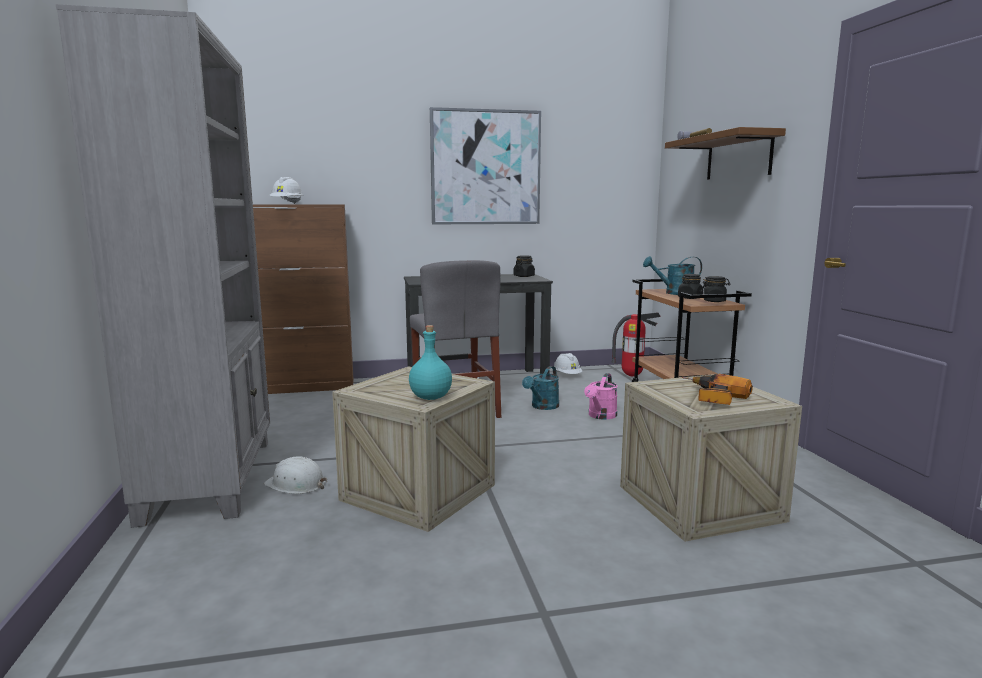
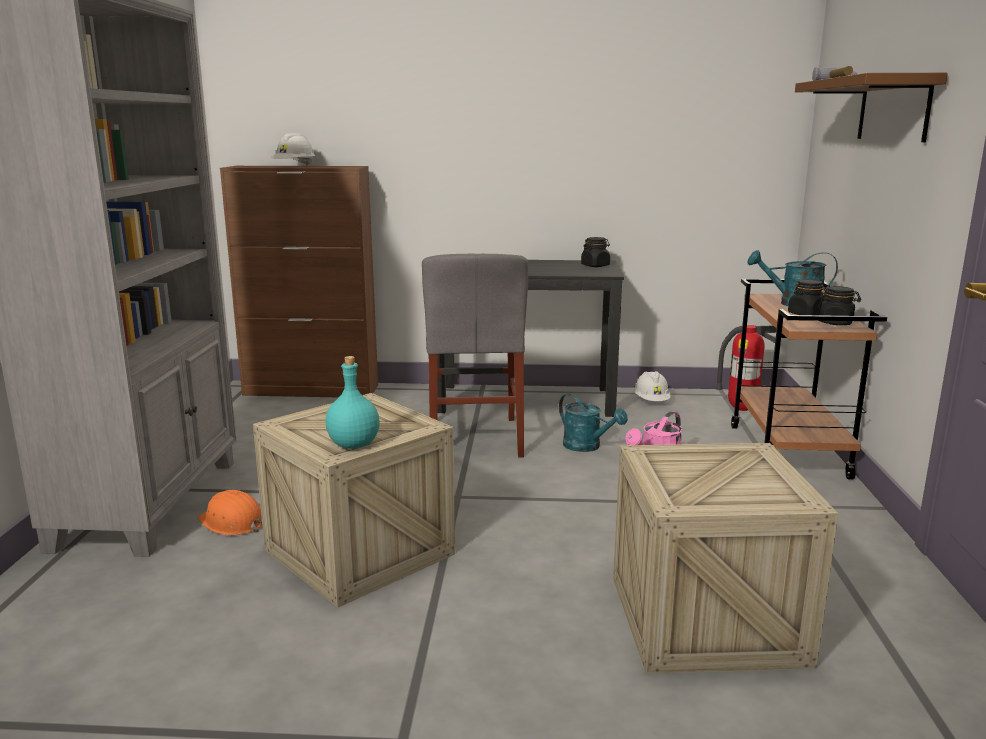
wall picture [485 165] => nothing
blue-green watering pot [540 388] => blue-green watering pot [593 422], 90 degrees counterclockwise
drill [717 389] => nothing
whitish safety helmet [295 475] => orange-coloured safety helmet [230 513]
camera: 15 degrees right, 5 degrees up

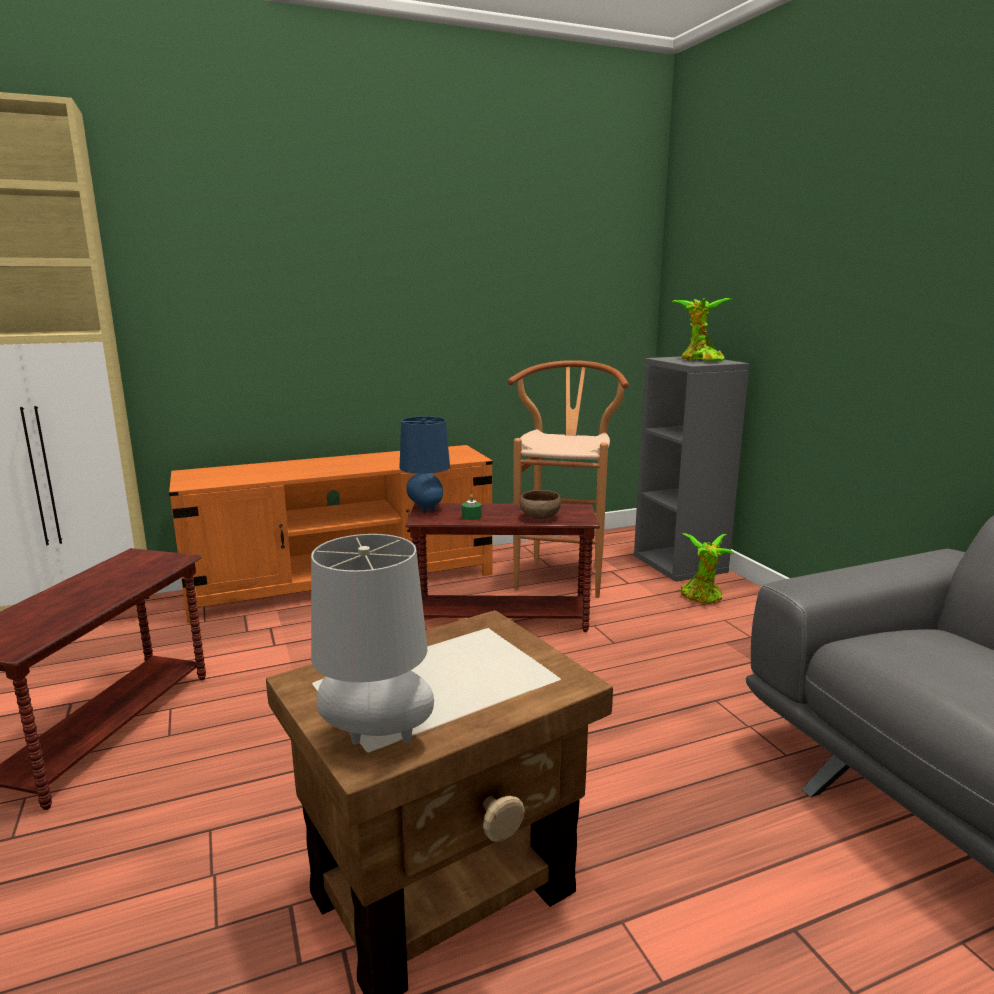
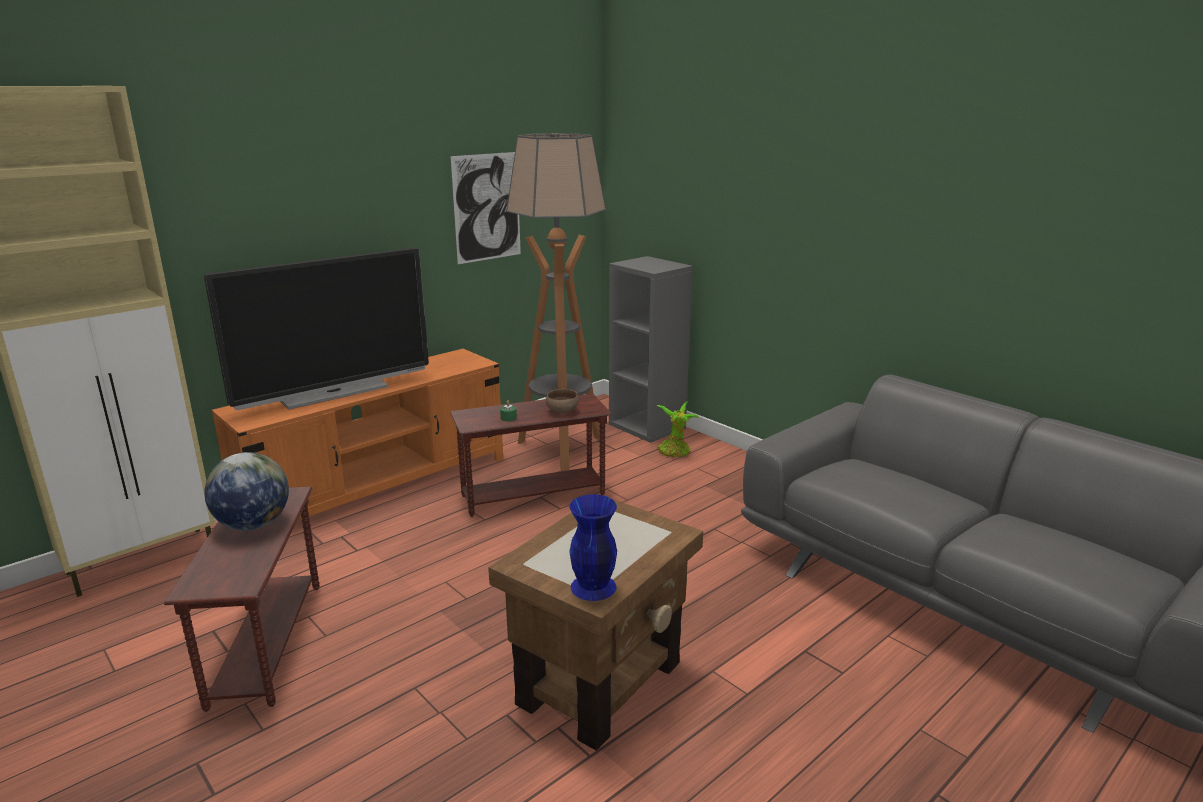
houseplant [702 329] => nothing
brownish sitting stool [568 479] => standing lamp [556 302]
bluish table lamp [424 464] => nothing
grey table lamp [372 639] => bluish decorative vase [593 547]
nothing => wall picture [485 208]
nothing => TV set [316 329]
nothing => globe [246 491]
camera: 20 degrees left, 5 degrees up

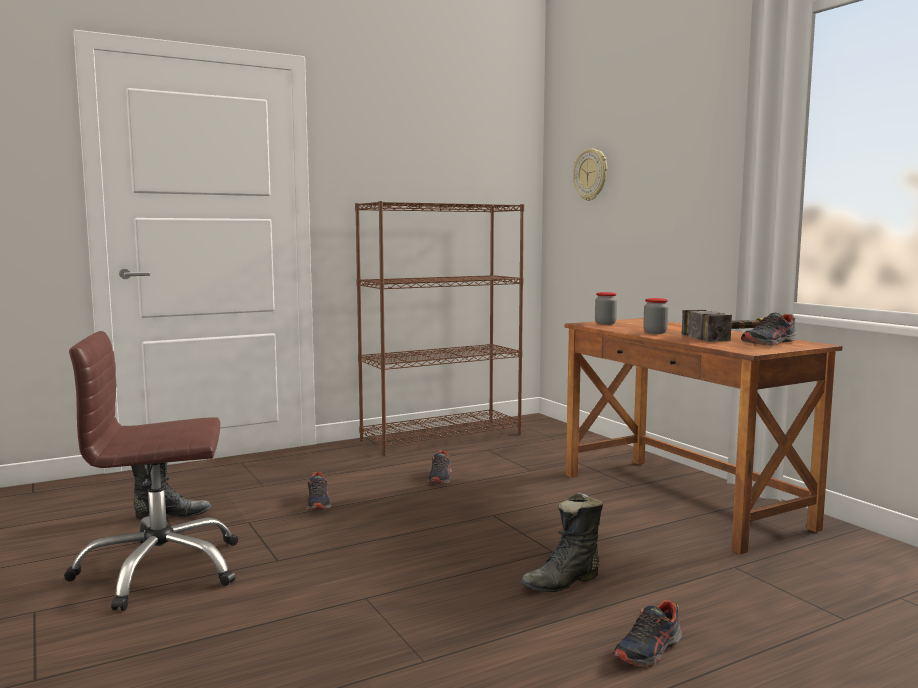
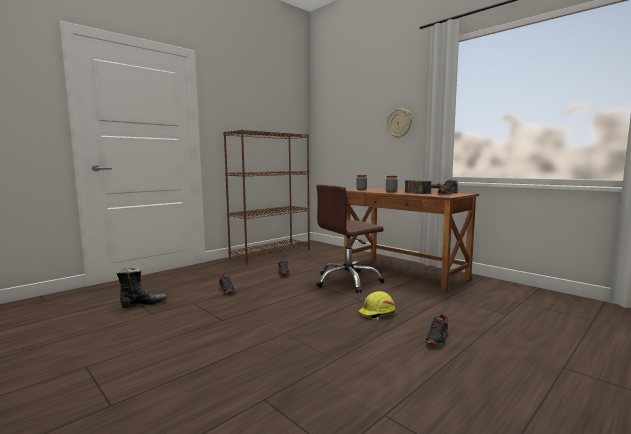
clock on the wall [590 174] => clock on the wall [399 123], relocated
brownish desk chair [151 471] => brownish desk chair [350 239], relocated
blackish boot [561 542] => yellow safety helmet [377 305]
camera: 15 degrees left, 0 degrees up

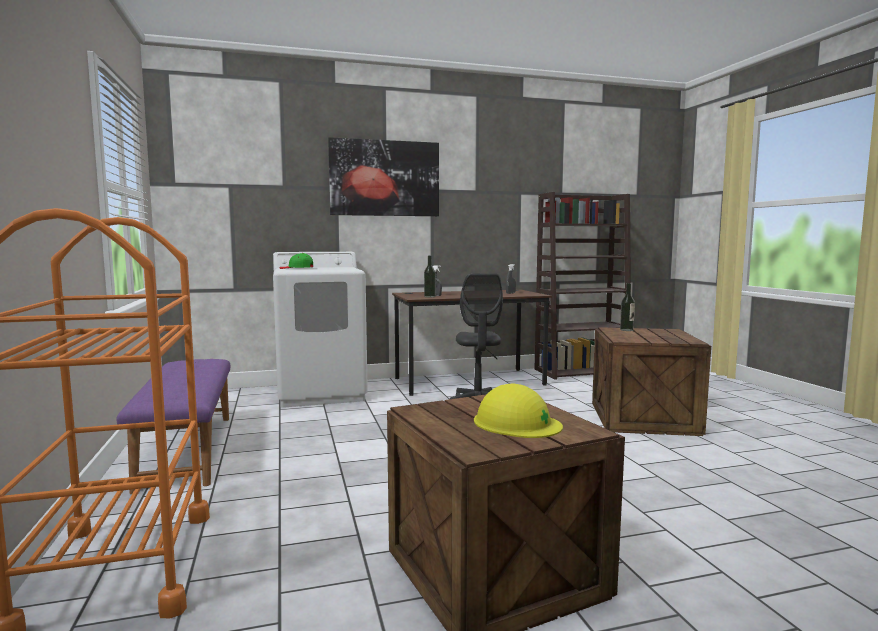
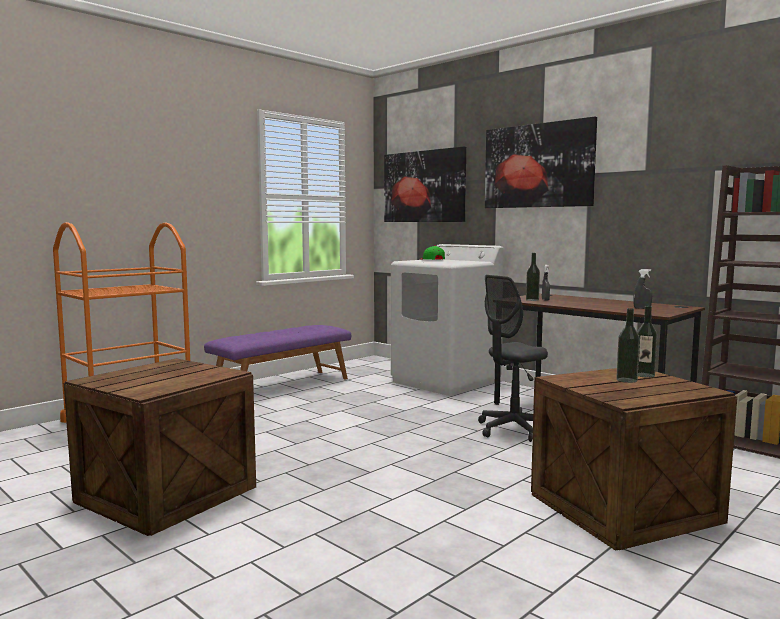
yellow safety helmet [518 411] => nothing
nothing => wall picture [425 184]
nothing => bottle [628 345]
camera: 60 degrees right, 0 degrees up

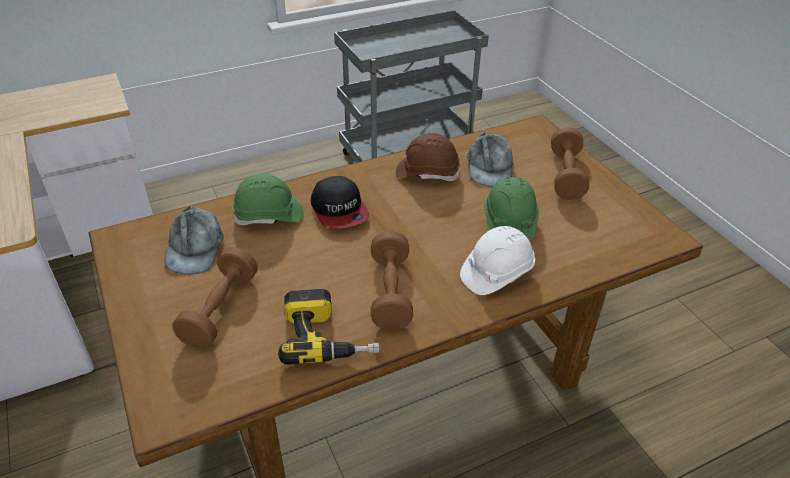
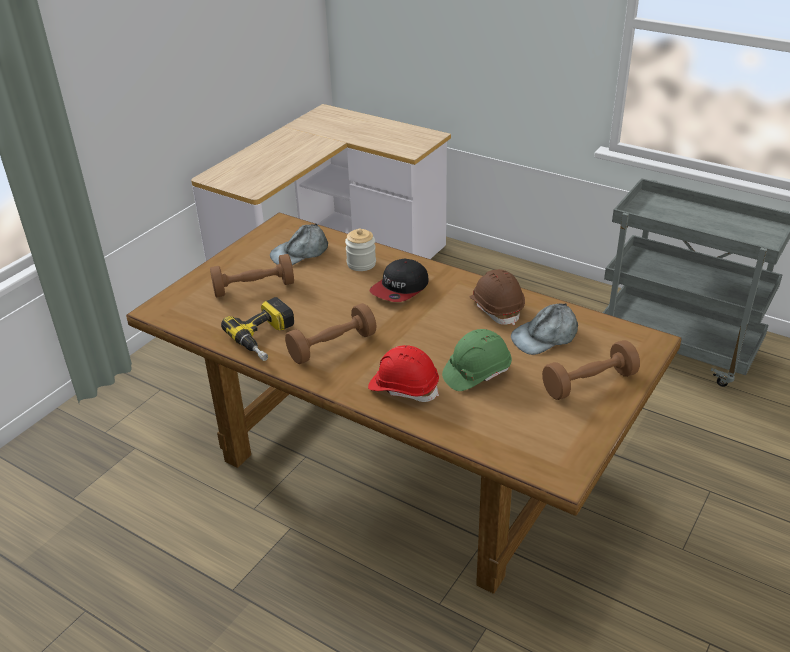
green-coloured safety helmet [268 199] => preserve jar [360 250]
whitish safety helmet [497 260] => reddish safety helmet [403 373]
camera: 60 degrees right, 5 degrees down

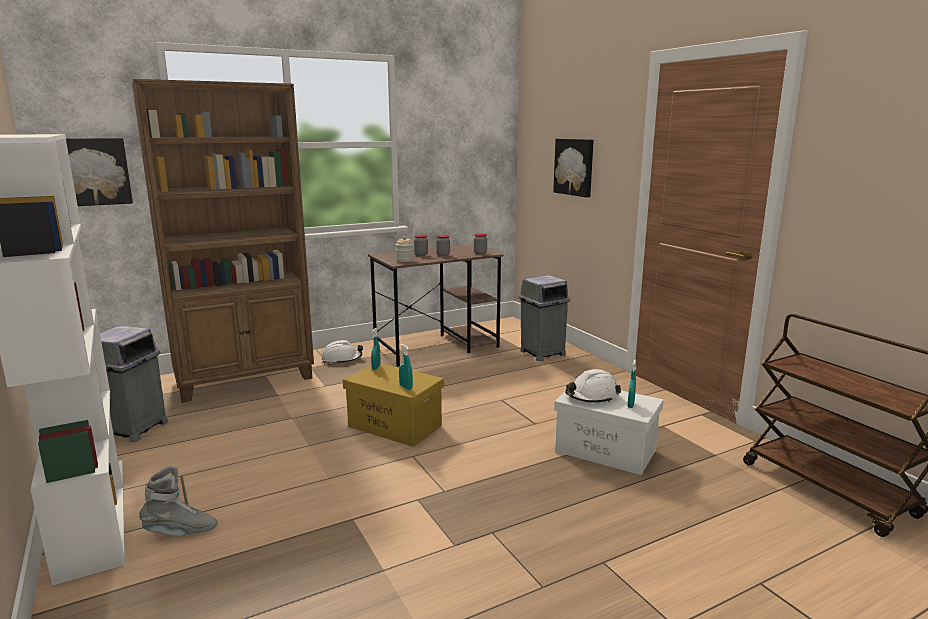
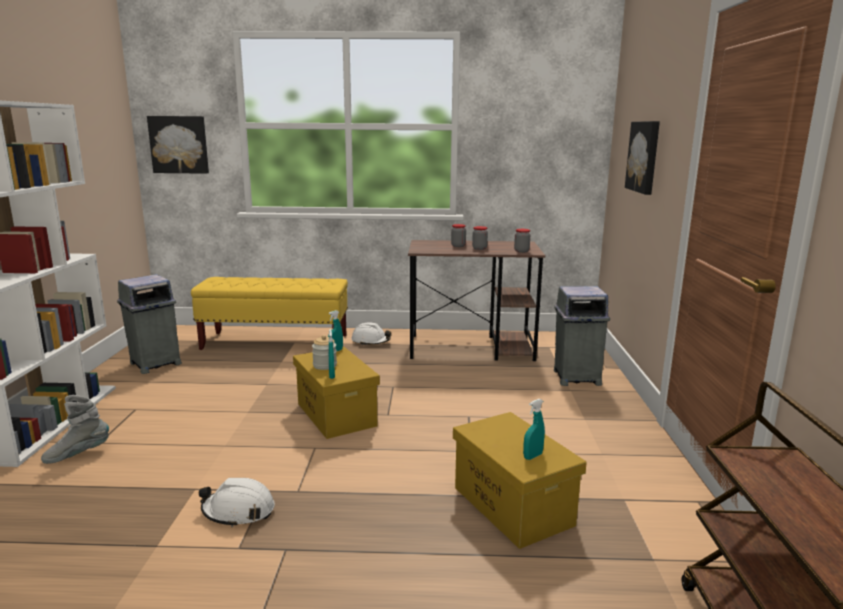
brownish bookshelf [223 241] => yellow indoor bench [269 313]
preserve jar [405 249] => preserve jar [324 352], relocated
whitish safety helmet [593 386] => whitish safety helmet [237 502], relocated
whitish storage box [609 432] => yellow storage box [520 480]
grey boot [178 501] => grey boot [75 429], 135 degrees clockwise
camera: 30 degrees right, 0 degrees up

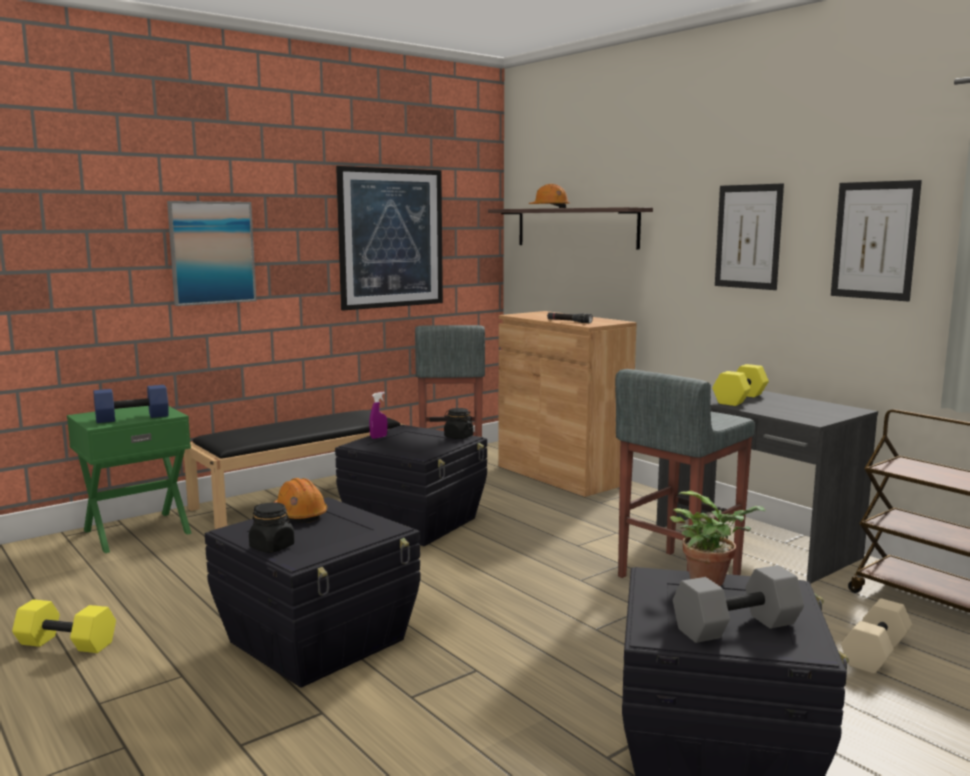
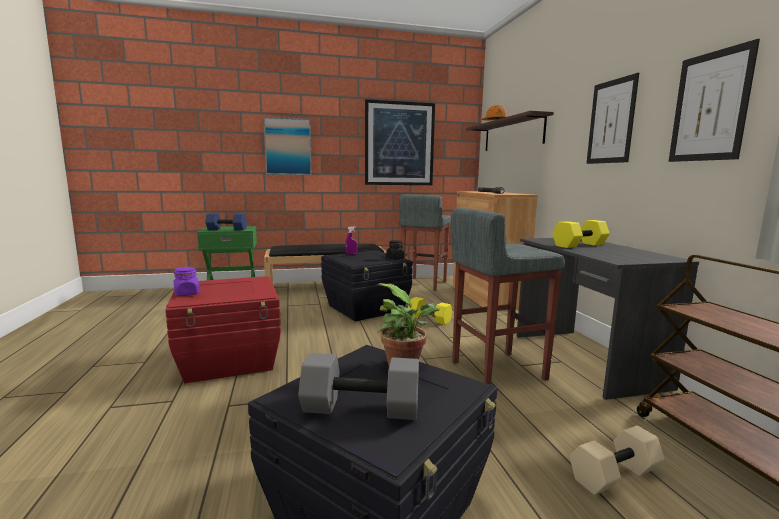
orange-coloured safety helmet [300 500] => nothing
blackish storage box [313 592] => reddish storage box [223 329]
blackish preserve jar [272 528] => purplish preserve jar [187 281]
yellow free weight [64 626] => yellow free weight [430 311], relocated
camera: 25 degrees right, 0 degrees up

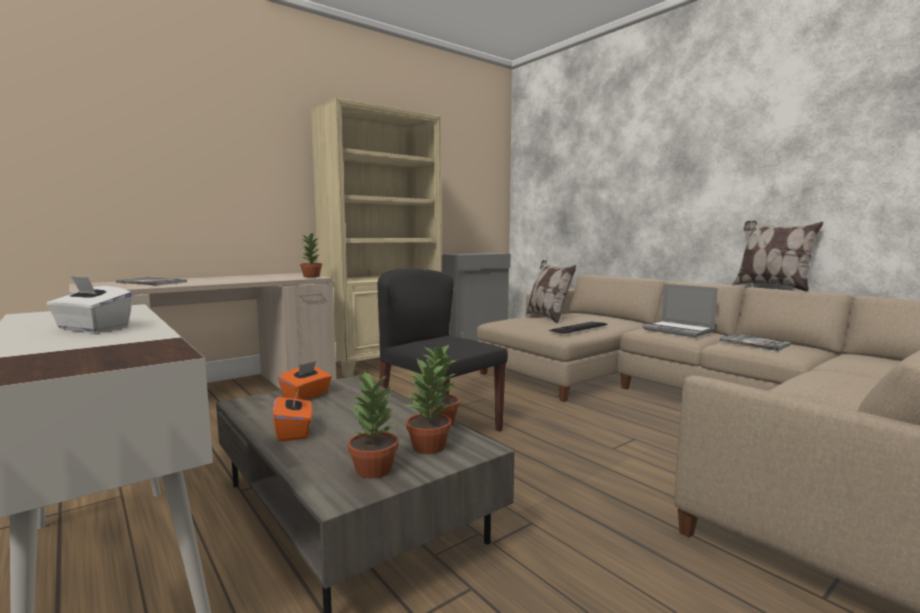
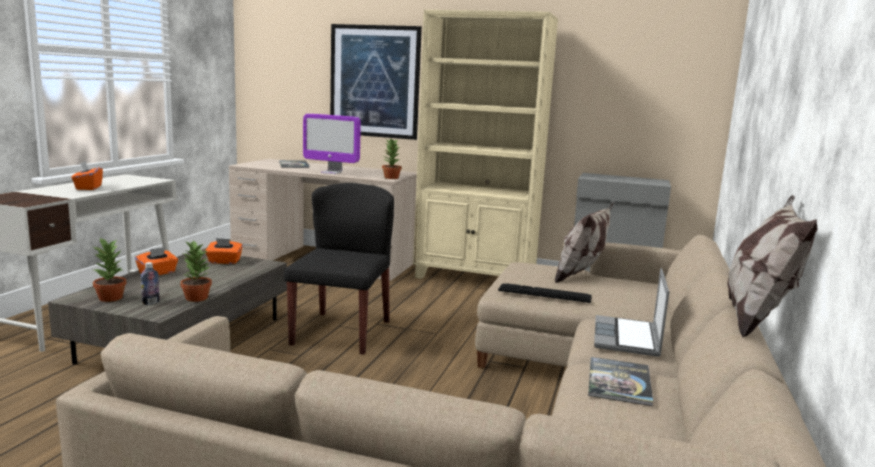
whitish box of tissues [89 304] => orange-coloured box of tissues [87 175]
houseplant [428 406] => bottle [150 283]
nothing => wall picture [376 82]
nothing => monitor [332 144]
camera: 55 degrees right, 5 degrees up

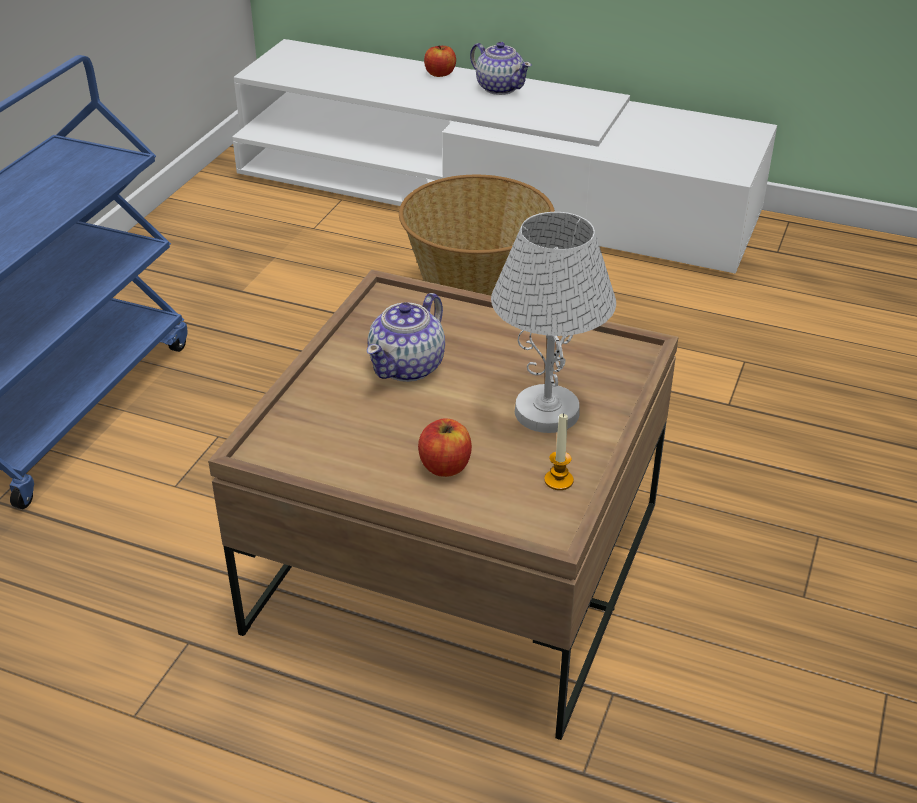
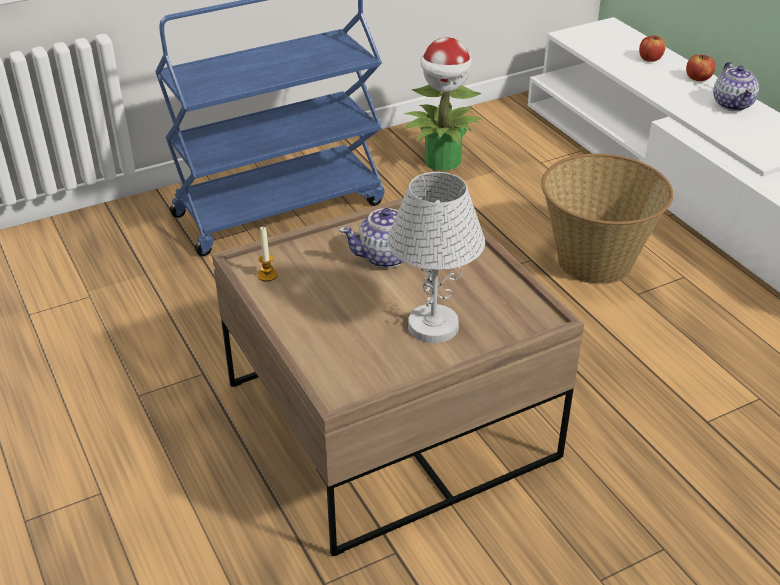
wax candle [559 451] => wax candle [267 254], relocated
whole apple [445 448] => whole apple [652 49], relocated
nothing => houseplant [443 104]
camera: 40 degrees right, 0 degrees up

